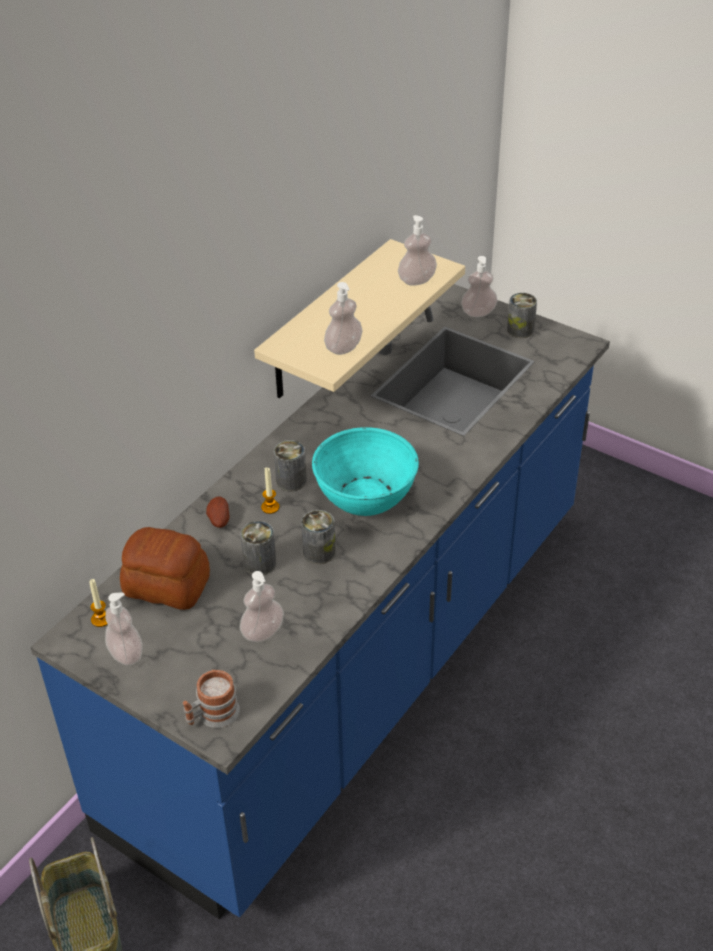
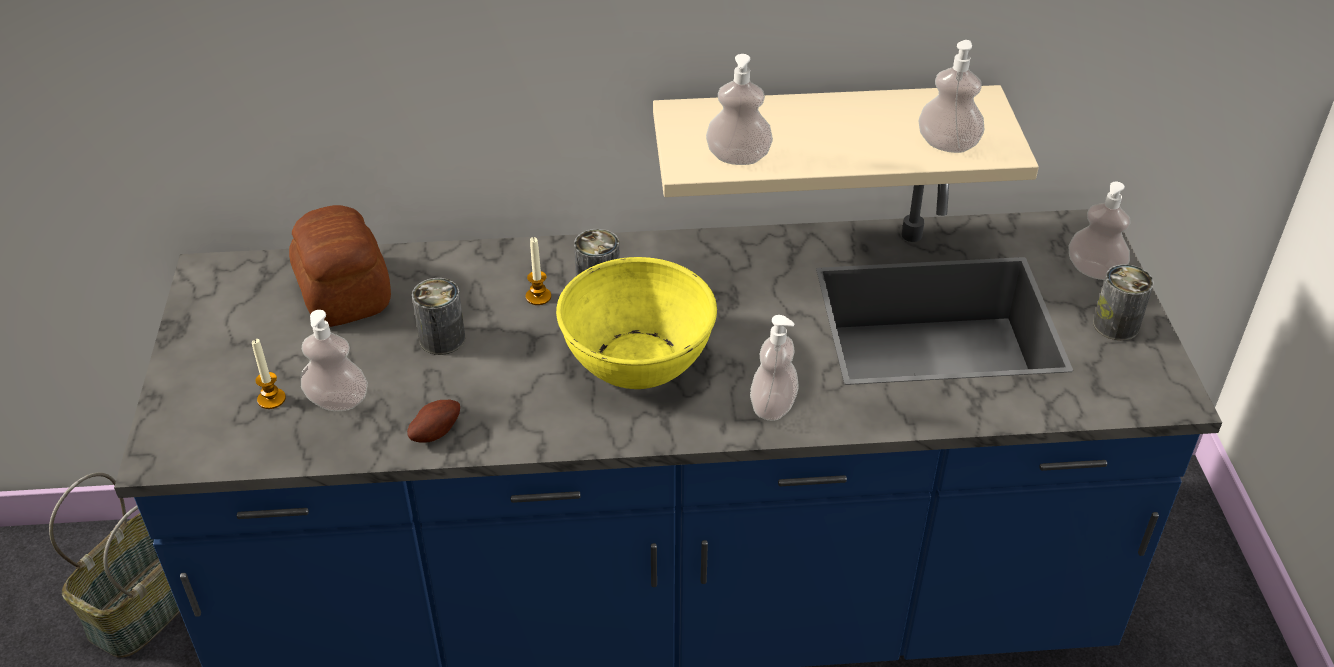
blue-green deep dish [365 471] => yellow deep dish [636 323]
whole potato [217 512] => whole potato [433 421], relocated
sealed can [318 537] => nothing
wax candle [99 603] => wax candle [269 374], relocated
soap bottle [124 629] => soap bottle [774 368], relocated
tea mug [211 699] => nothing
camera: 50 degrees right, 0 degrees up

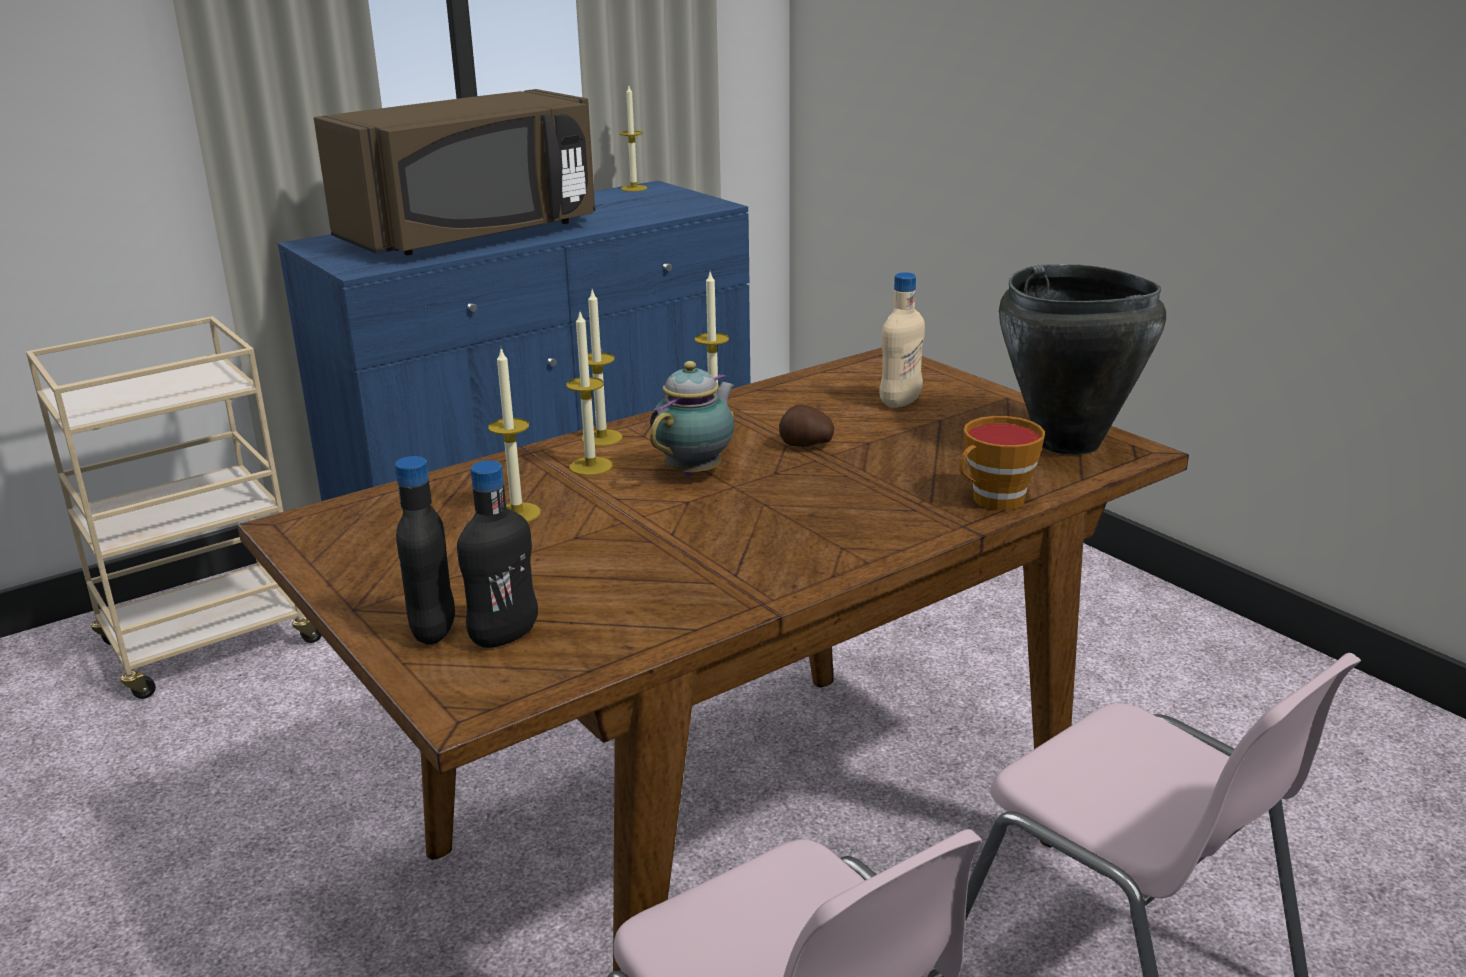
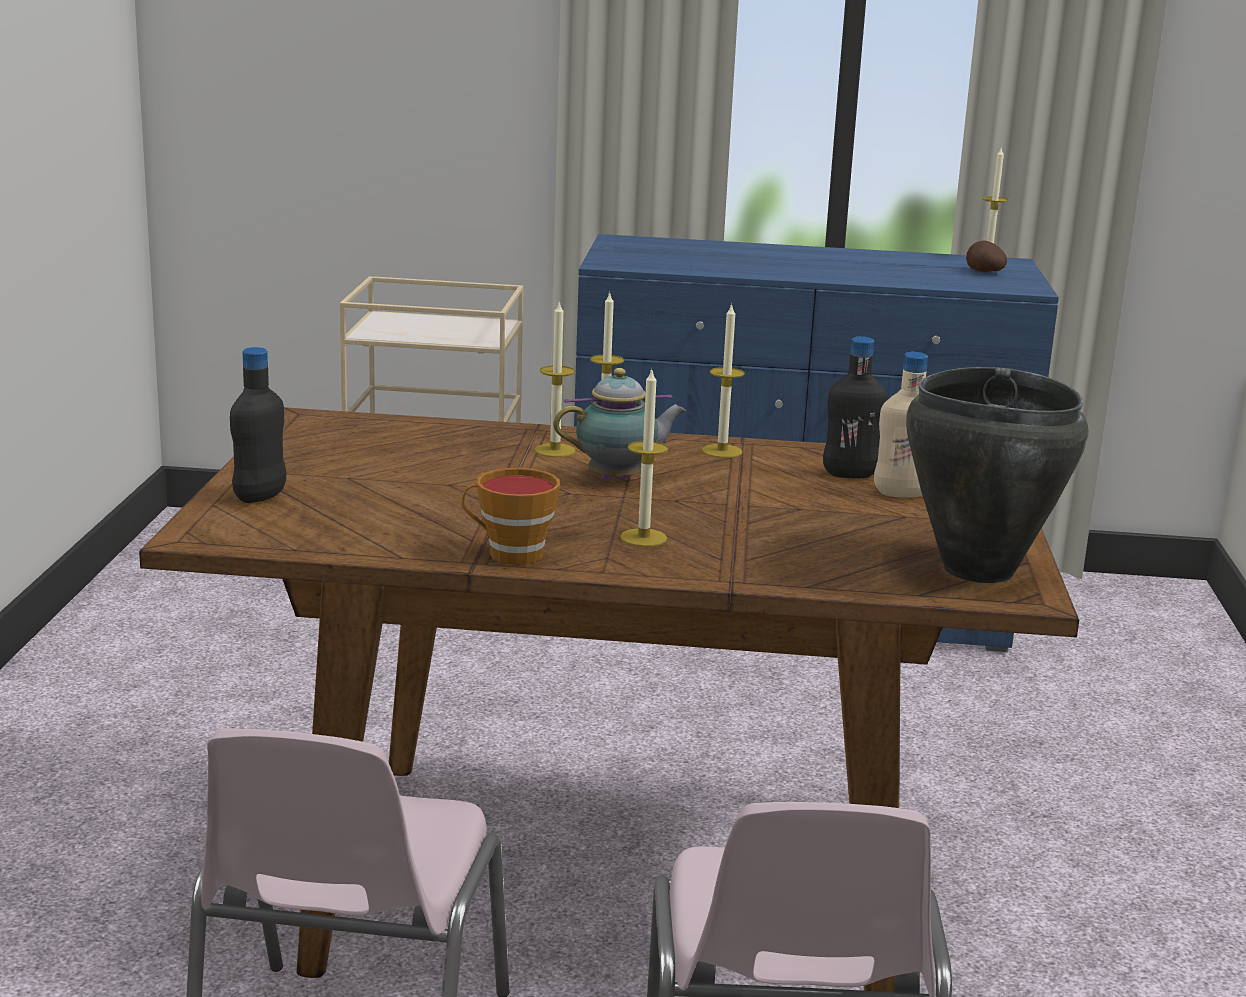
brownish microwave oven [455 172] => nothing
wax candle [514 435] => wax candle [644 457], relocated
whole potato [806 425] => whole potato [986 256], relocated
cup [1002 463] => cup [511 516], relocated
blackish bottle [497 554] => blackish bottle [855 407], relocated
camera: 40 degrees right, 5 degrees down

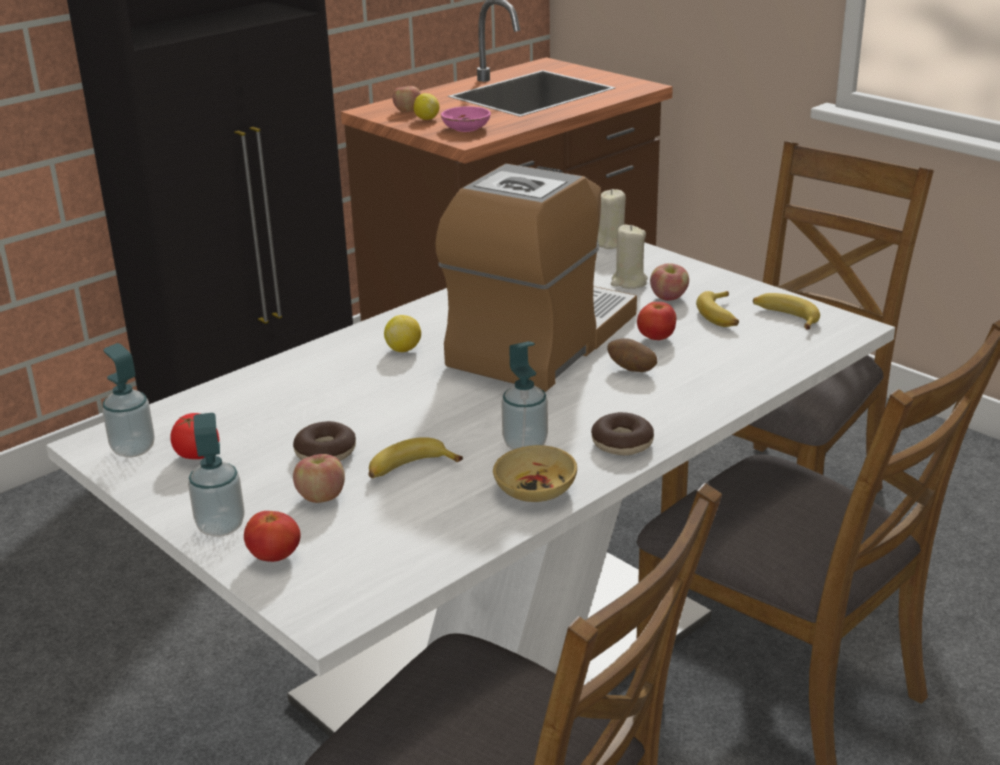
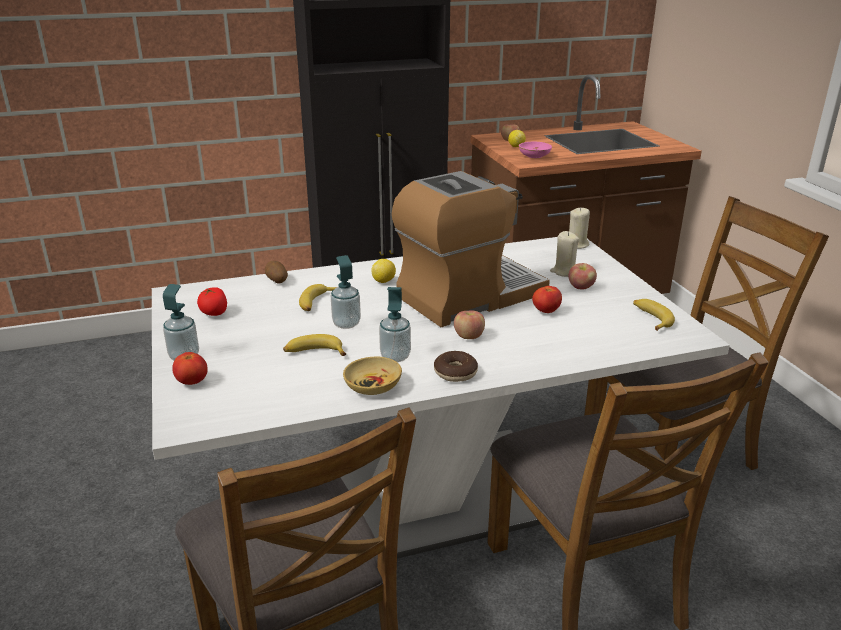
whole banana [717 309] => whole banana [318 297], relocated
whole potato [632 355] => whole potato [276 272], relocated
soap bottle [128 400] => soap bottle [346 292], relocated
donut [324 441] => nothing
whole apple [319 478] => whole apple [469 324], relocated
camera: 25 degrees right, 0 degrees up

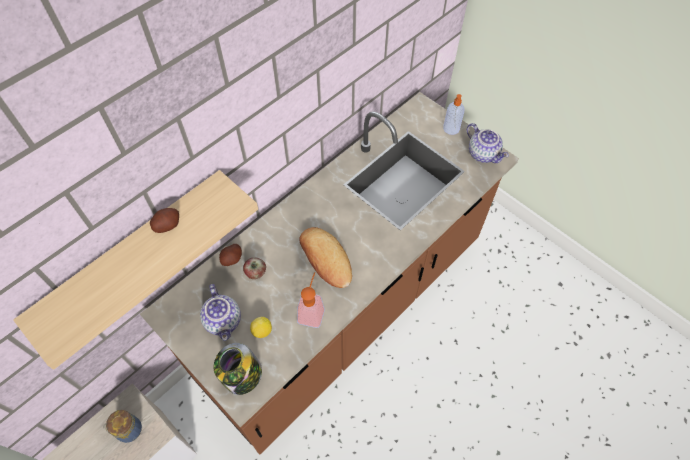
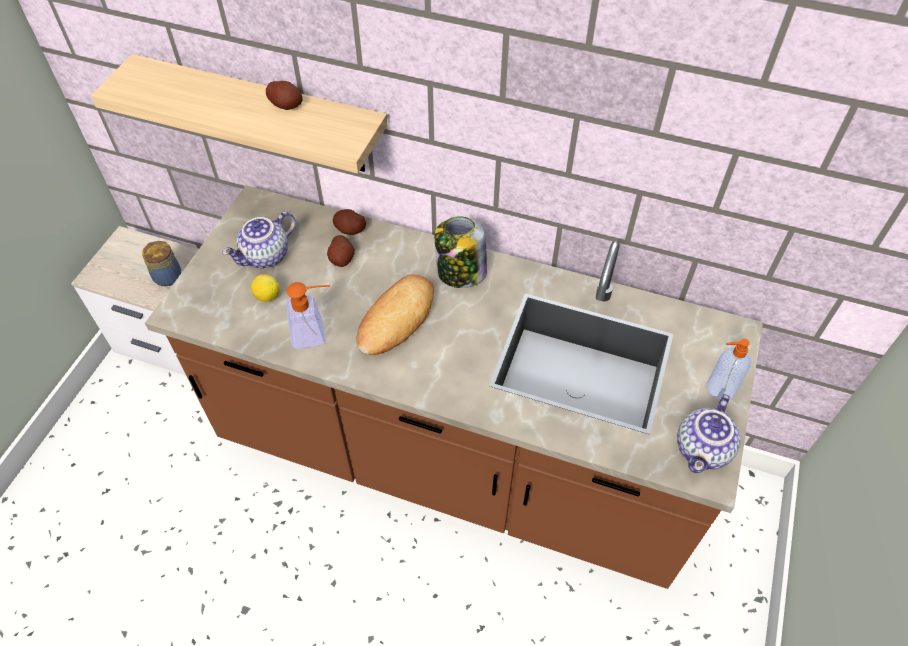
whole apple [254 268] => whole potato [341 251]
preserve jar [238 369] => preserve jar [461 252], relocated
camera: 65 degrees right, 5 degrees down

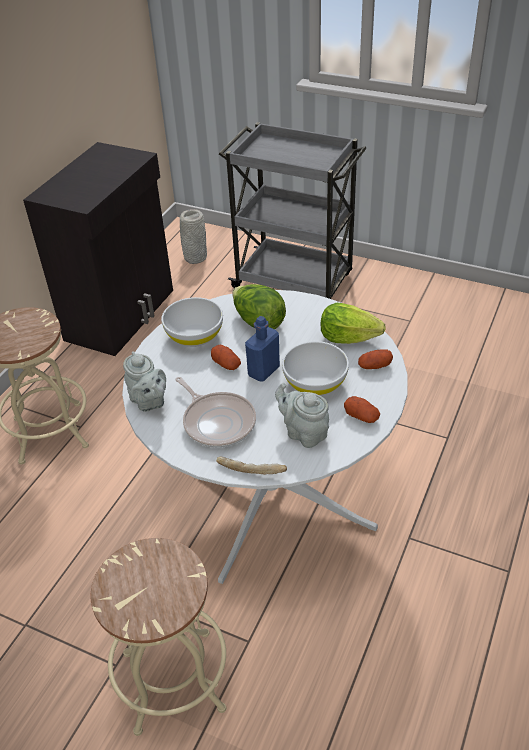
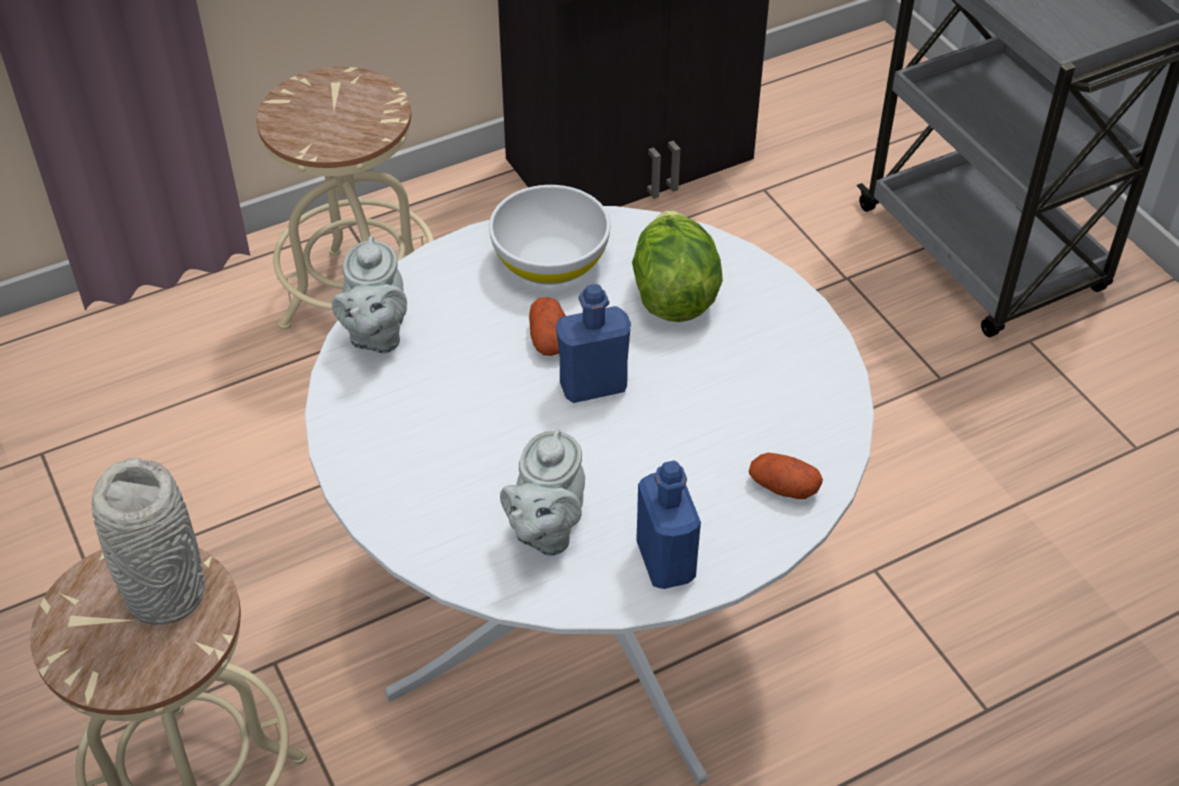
grey decorative vase [193 236] => grey decorative vase [148 541], relocated
head of lettuce [353 323] => nothing
whitish deep dish [315 368] => nothing
pan [216 412] => nothing
grey tea pot [302 415] => grey tea pot [542 492], 150 degrees counterclockwise
whole potato [362 409] => bluish bottle [668 524]
bakery bread [251 466] => nothing
camera: 35 degrees right, 5 degrees up

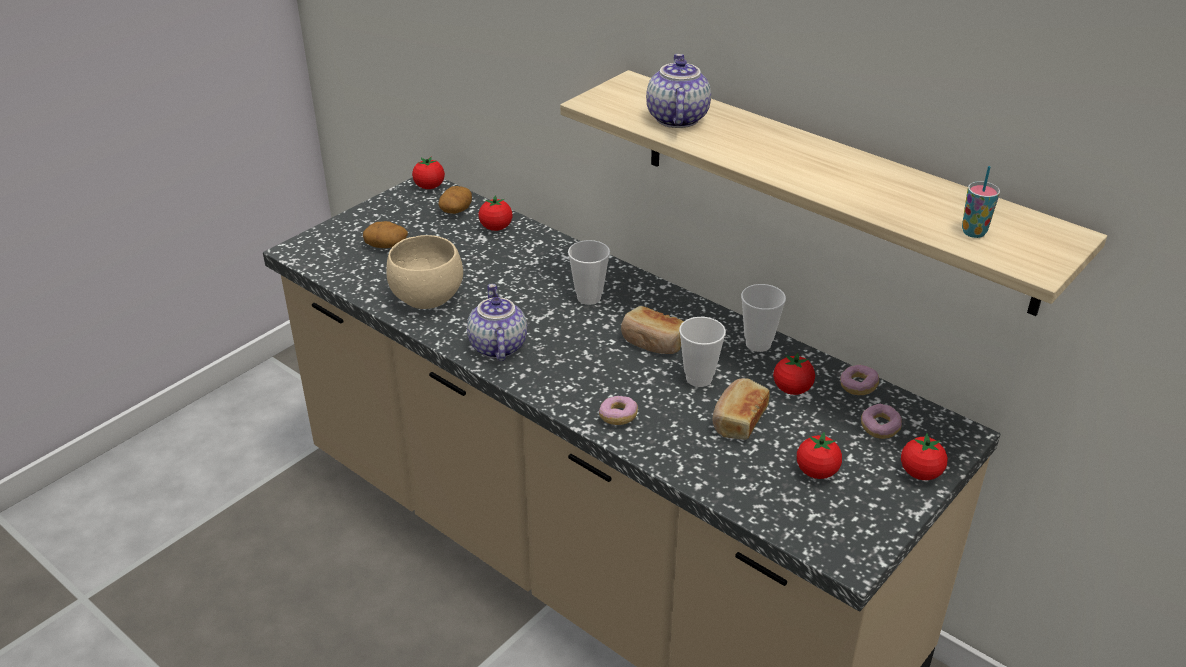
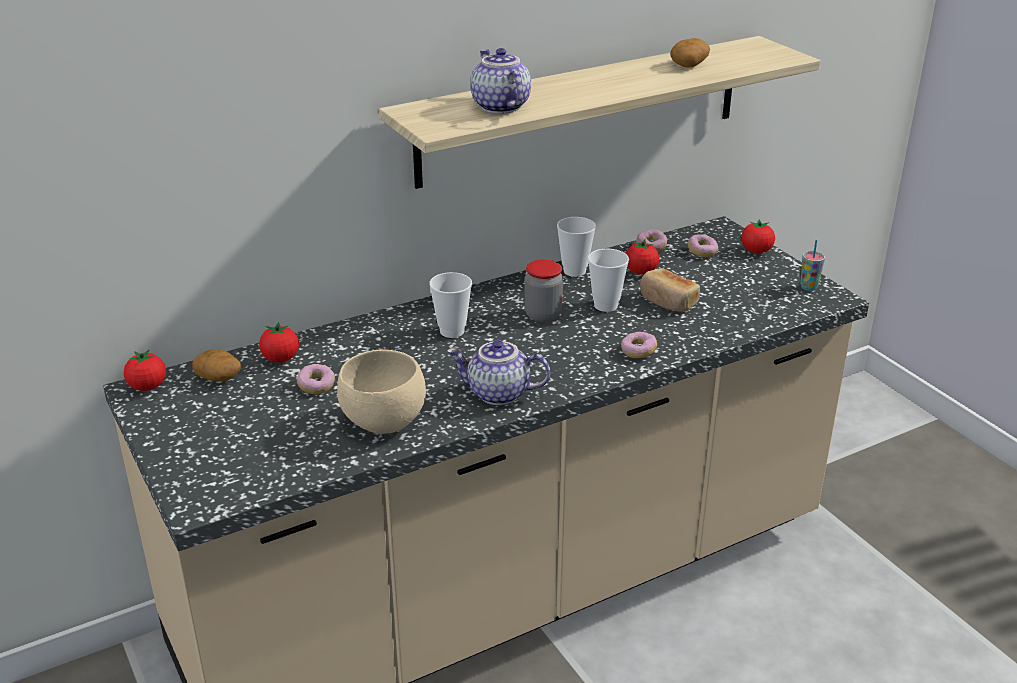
tea pot [678 91] => tea pot [501 81], 45 degrees clockwise
cup [981 202] => cup [812 265], relocated
whole potato [385 234] => whole potato [690 53], relocated
bakery bread [652 330] => preserve jar [543 290]
fresh tomato [819 455] => nothing
nothing => donut [316 379]
camera: 70 degrees left, 5 degrees down

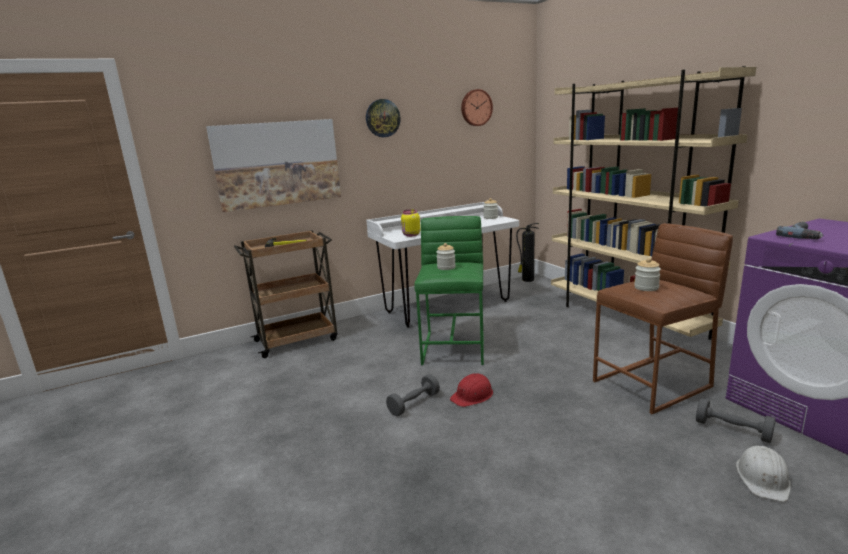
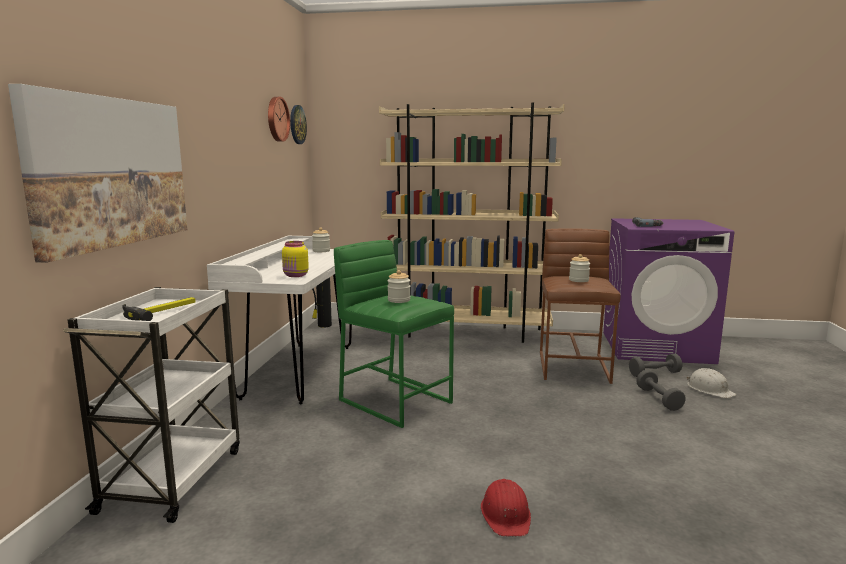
clock on the wall [383 118] => clock on the wall [298 124], relocated
brownish cart [286 294] => whitish cart [151 405]
reddish safety helmet [471 390] => reddish safety helmet [506 507], relocated
grey free weight [413 395] => grey free weight [661 390], relocated
camera: 55 degrees left, 5 degrees down

